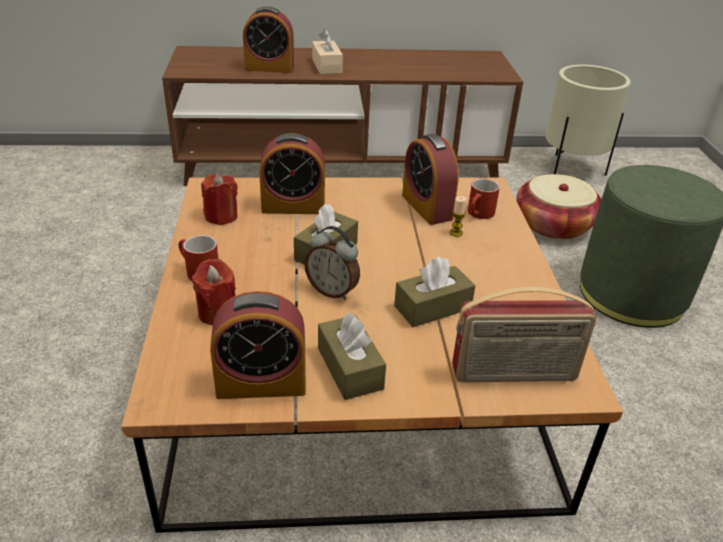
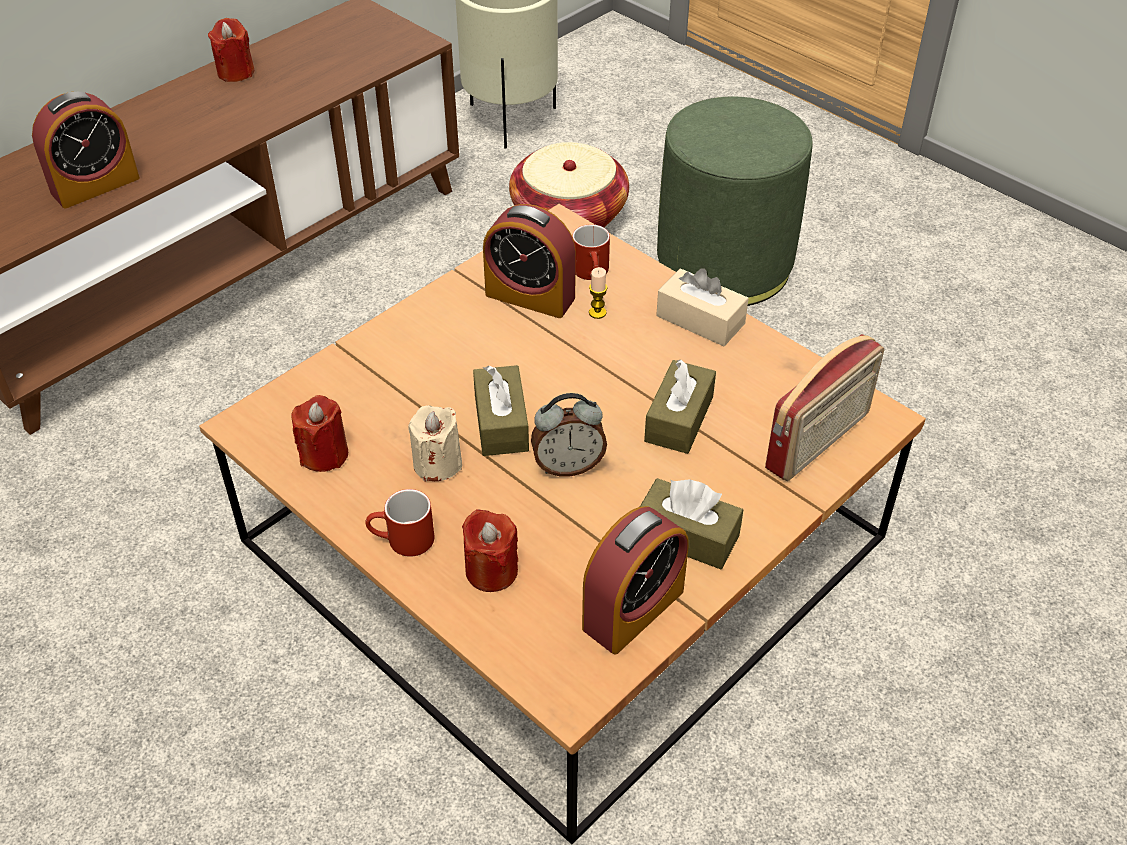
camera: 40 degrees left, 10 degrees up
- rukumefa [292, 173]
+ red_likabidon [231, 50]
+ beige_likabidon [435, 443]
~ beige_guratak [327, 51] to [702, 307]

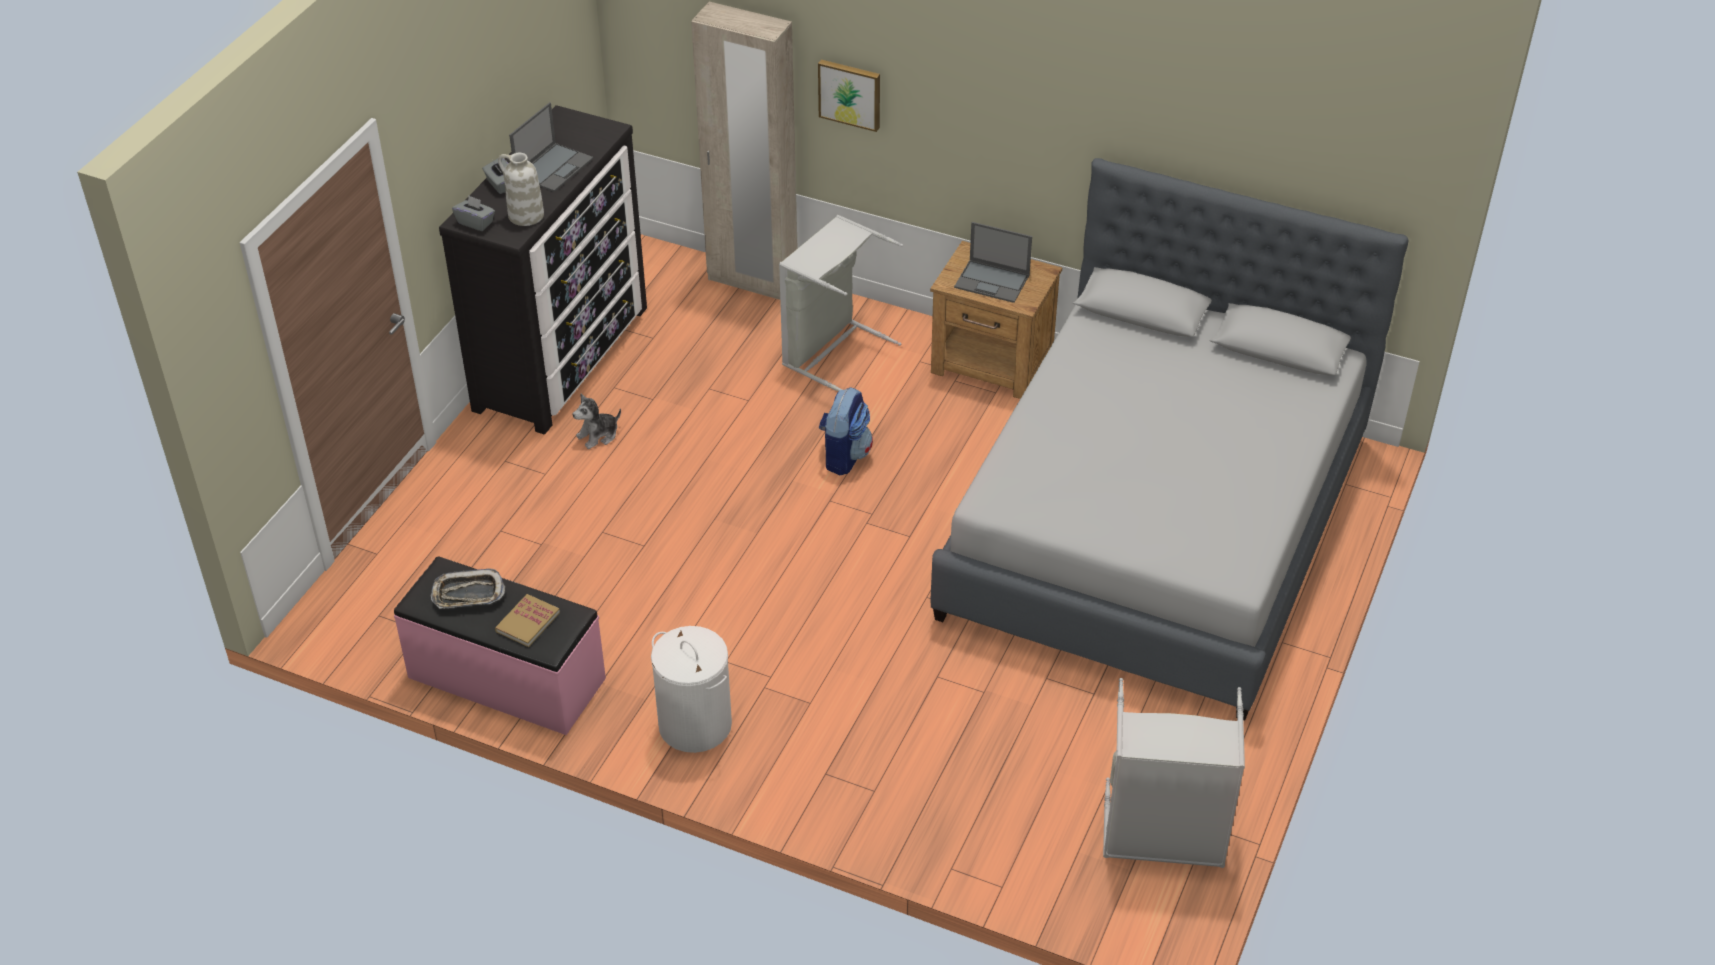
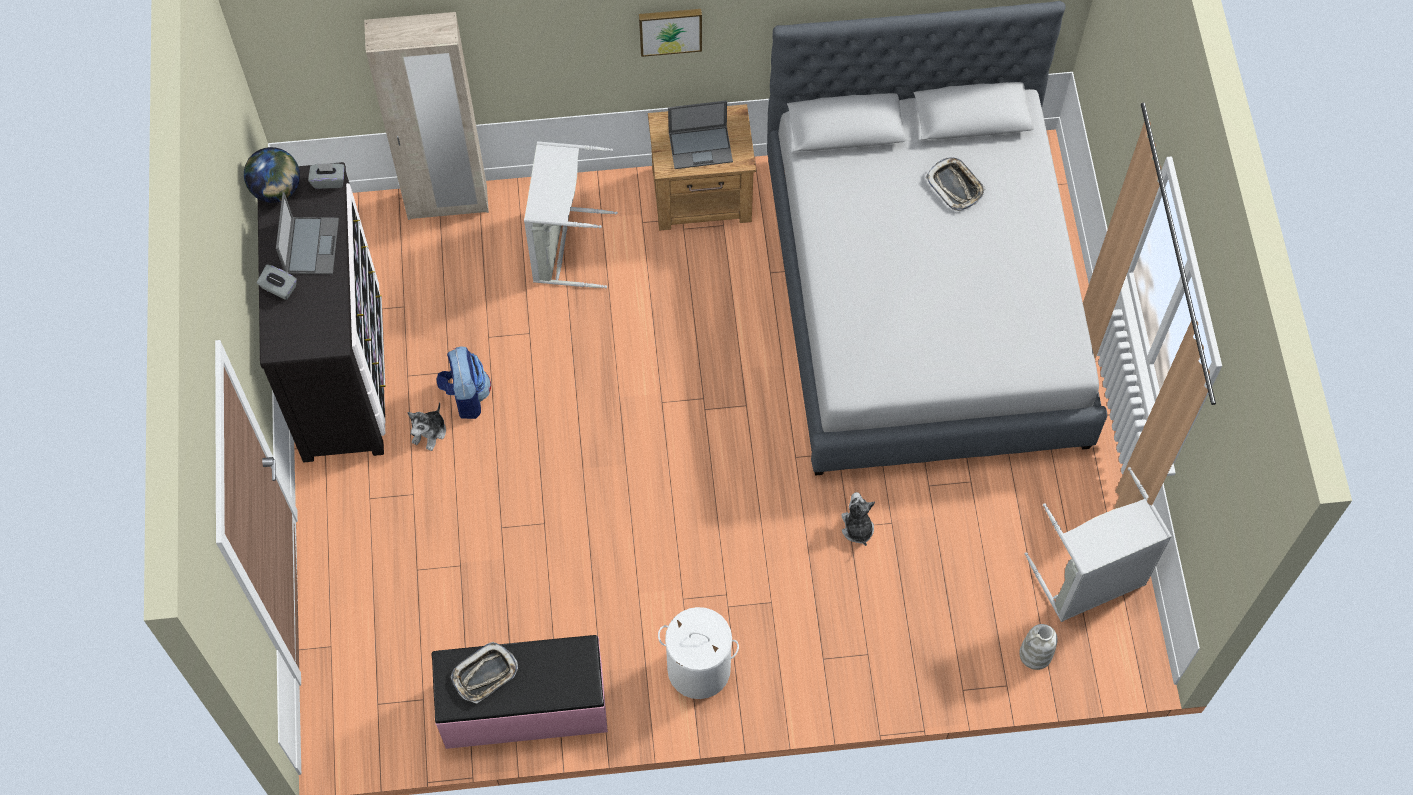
camera: 30 degrees left, 20 degrees up
- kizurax [527, 620]
+ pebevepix [272, 175]
+ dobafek [858, 519]
+ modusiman [956, 184]
~ grey_guratak [473, 213] to [326, 176]
~ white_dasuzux [521, 189] to [1038, 647]
~ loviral [849, 95] to [670, 33]
~ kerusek [846, 431] to [463, 382]

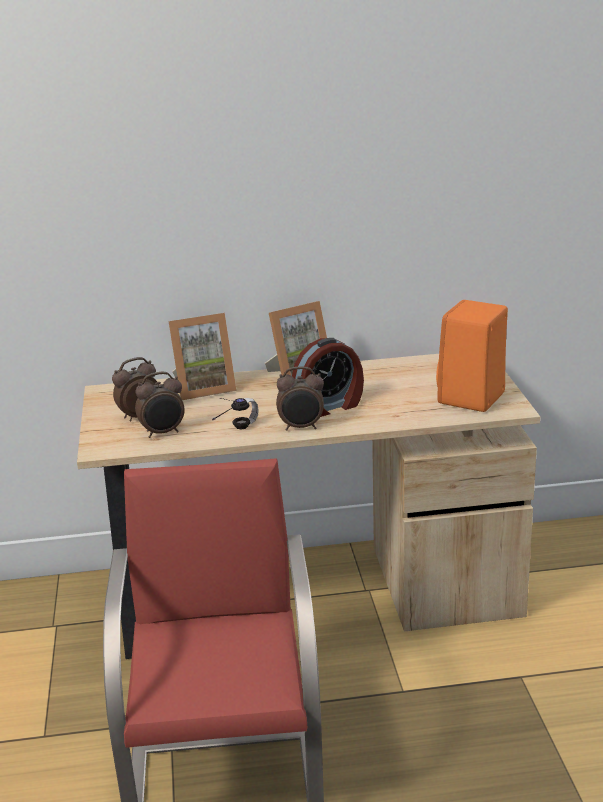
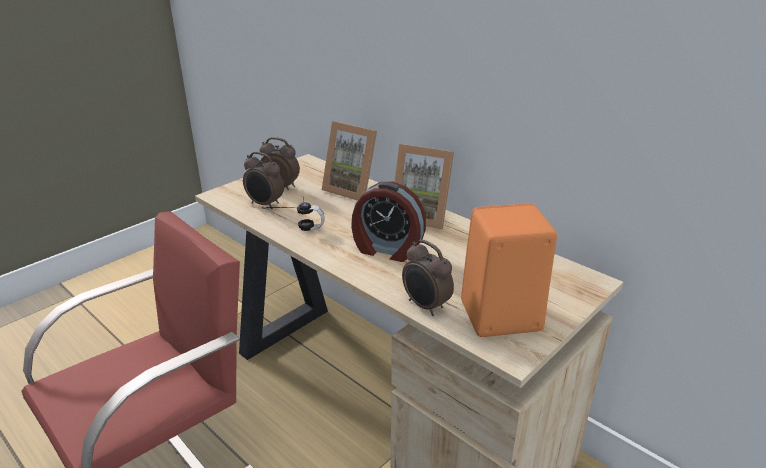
camera: 50 degrees right, 5 degrees up
~ rukumefa [300, 398] to [428, 278]

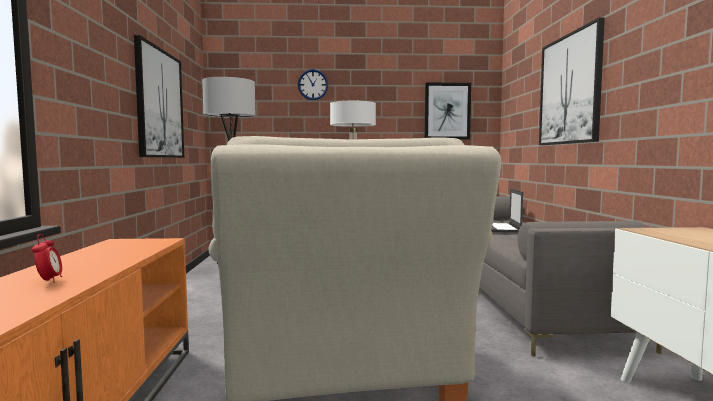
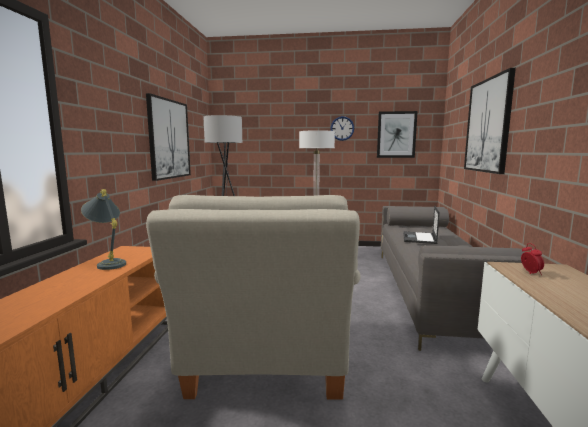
camera: 10 degrees right, 5 degrees up
+ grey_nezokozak [103, 229]
~ rukumefa [47, 258] to [532, 259]
~ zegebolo [313, 84] to [342, 128]

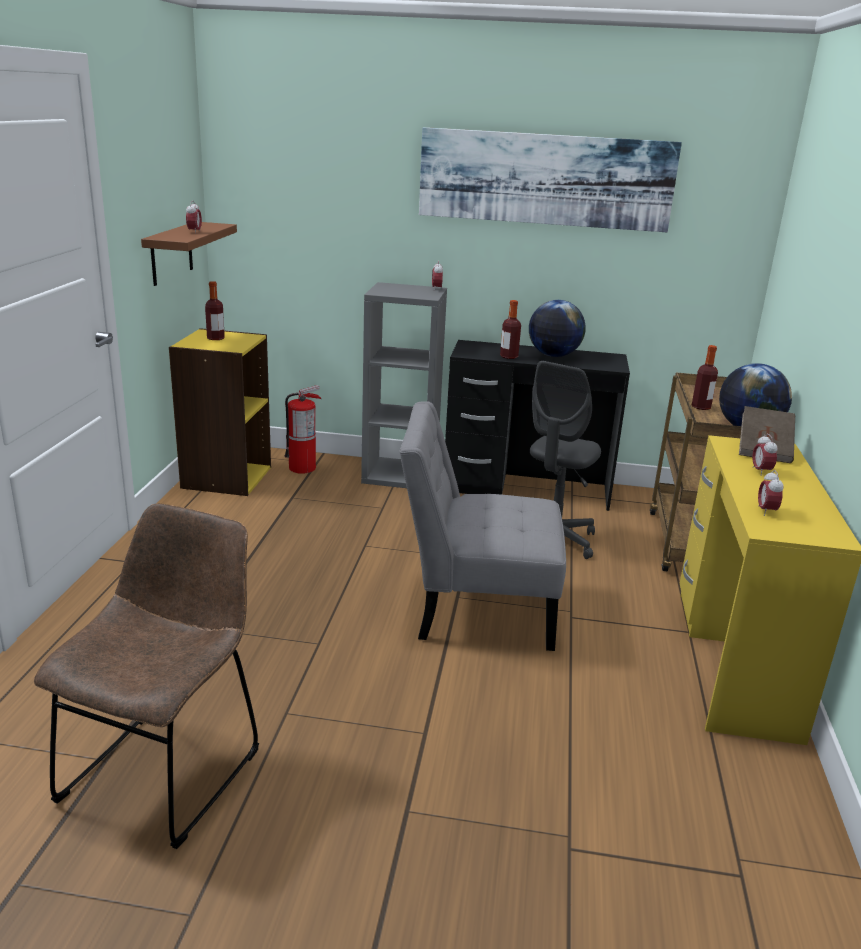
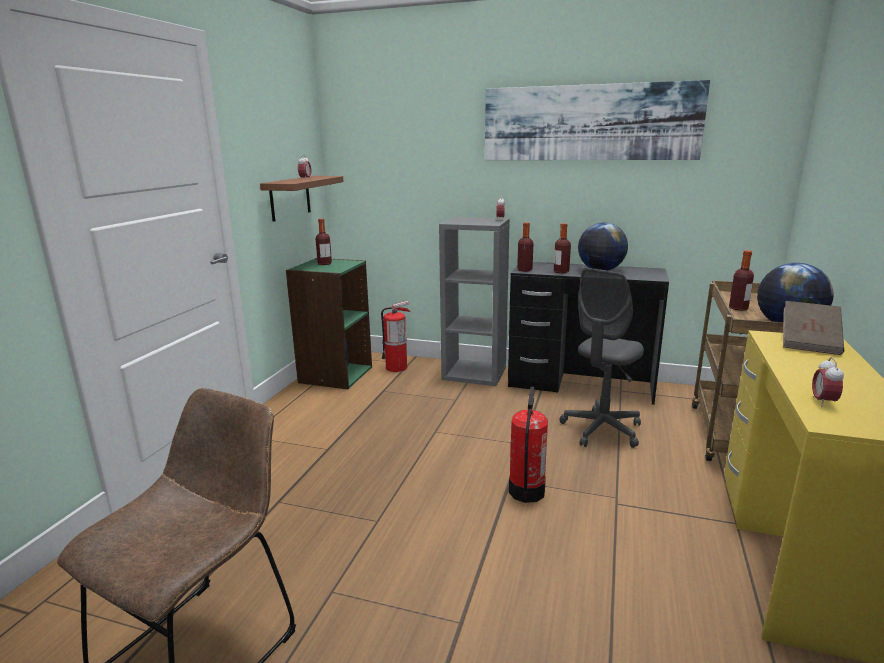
camera: 10 degrees right, 5 degrees down
- rukumefa [765, 455]
+ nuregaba [525, 247]
~ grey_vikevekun [482, 526] to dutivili [528, 444]
~ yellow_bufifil [220, 412] to green_bufifil [329, 323]

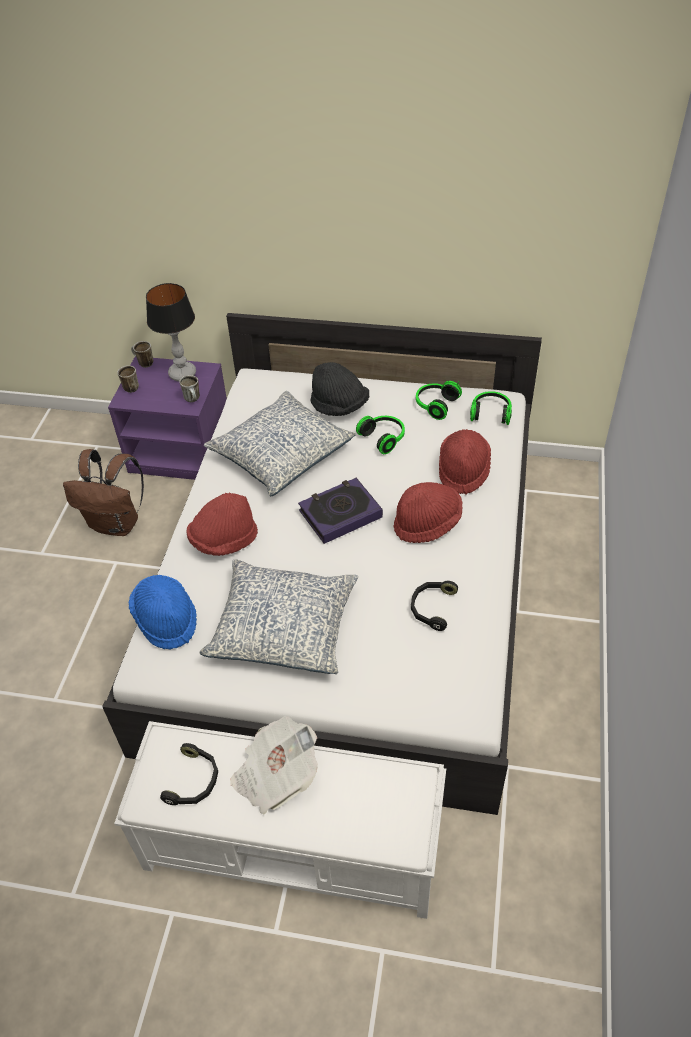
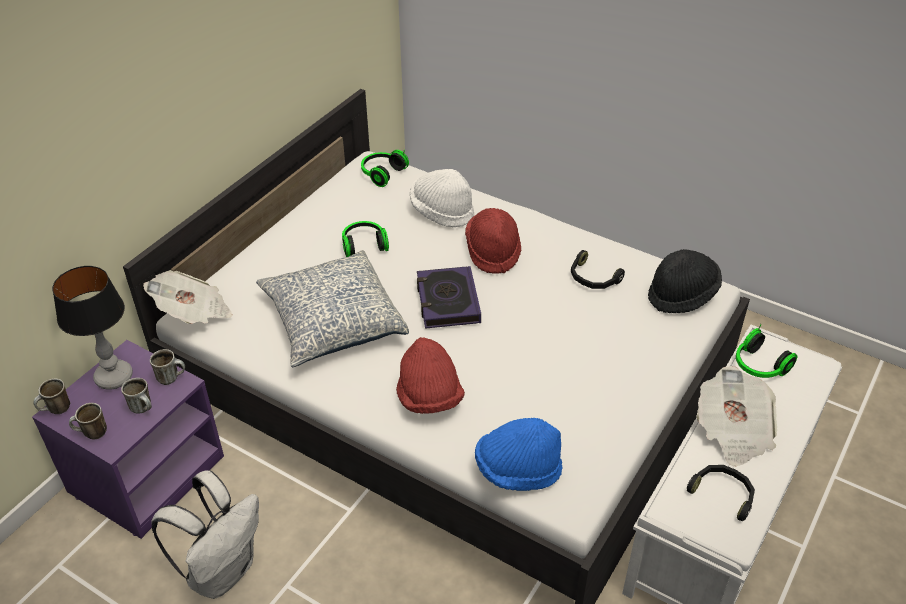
camera: 70 degrees left, 5 degrees down
- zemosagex [279, 616]
+ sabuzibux [136, 396]
+ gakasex [188, 297]
~ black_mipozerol [340, 389] to [685, 281]
~ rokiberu [439, 400] to [766, 351]
~ brown_kerusek [103, 492] to white_kerusek [205, 534]
~ red_mipozerol [465, 462] to white_mipozerol [442, 198]

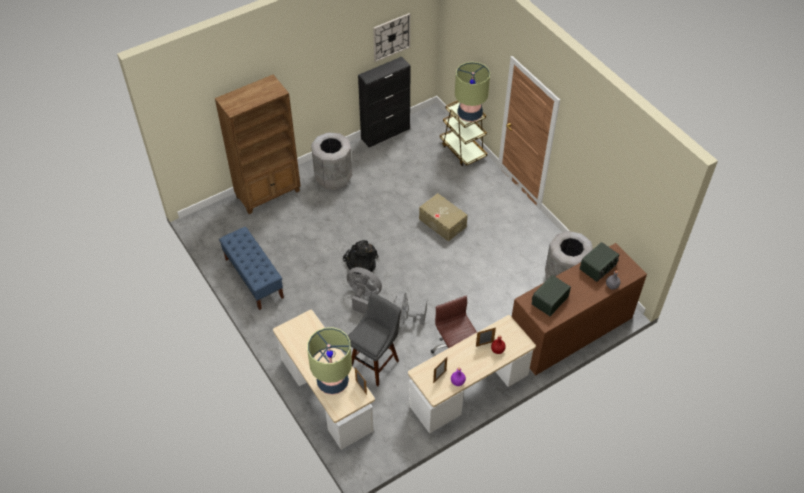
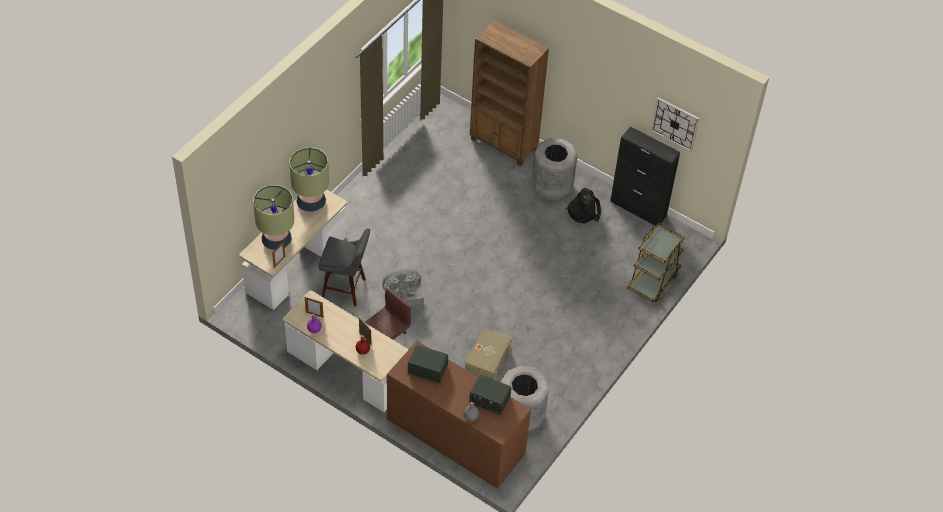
camera: 65 degrees right, 0 degrees up
- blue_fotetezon [251, 268]
- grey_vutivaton [364, 290]
~ black_kerusek [361, 257] to [583, 206]
~ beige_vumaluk [443, 217] to [488, 354]
~ nezokozak [472, 92] to [309, 180]

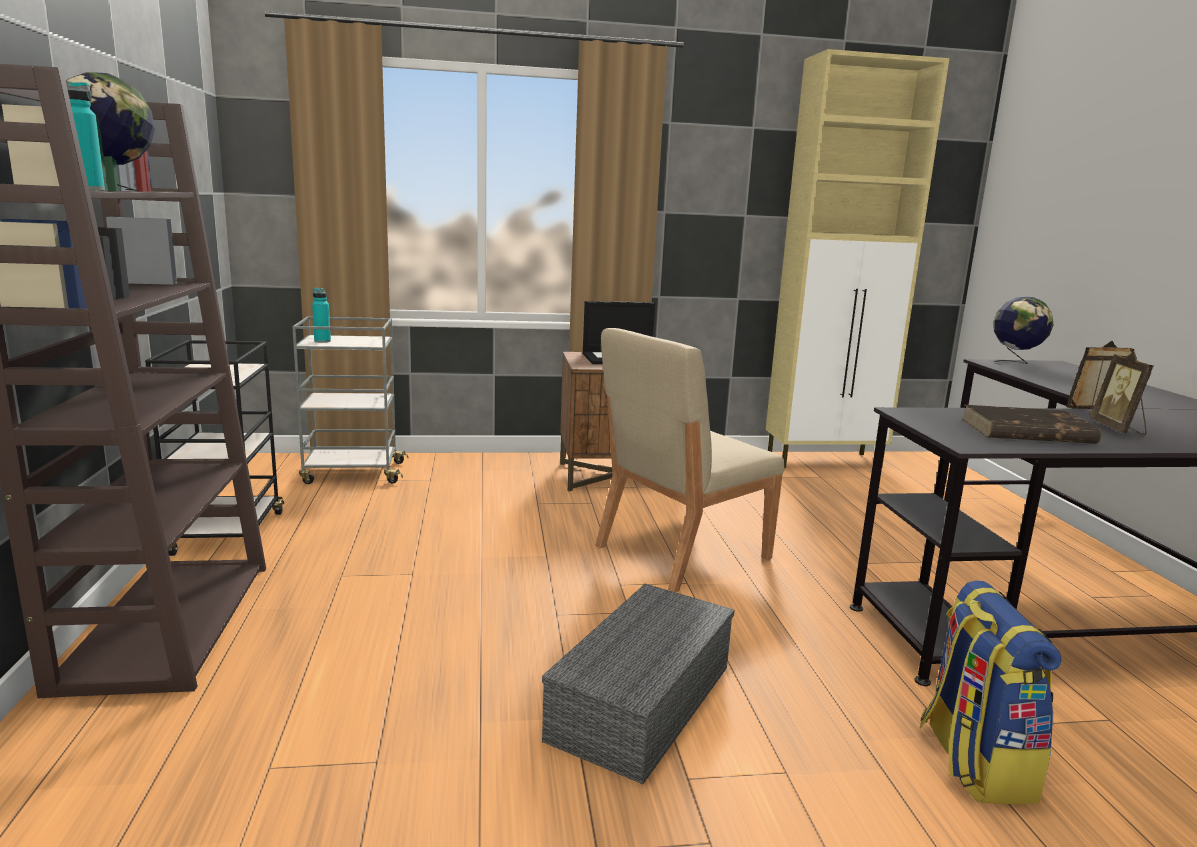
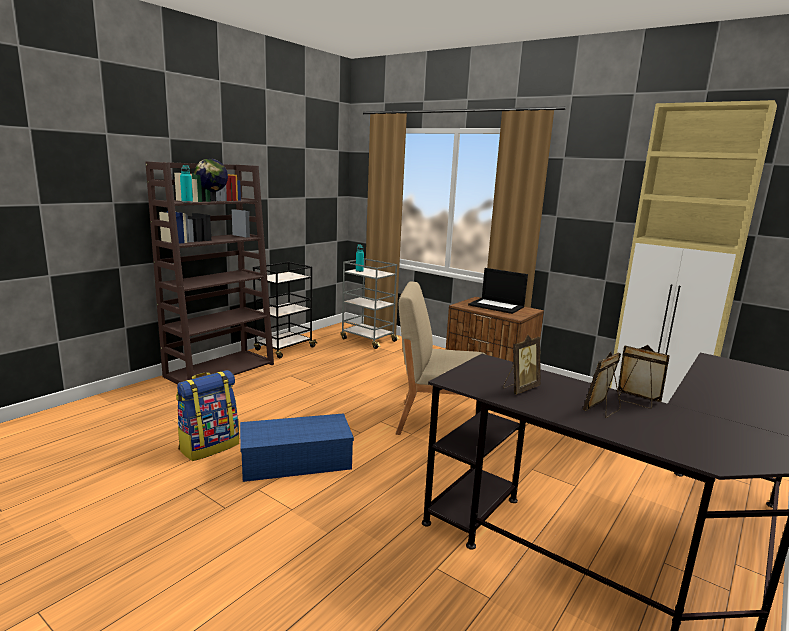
camera: 45 degrees right, 0 degrees up
- pebevepix [1023, 331]
~ kerusek [990, 692] to [207, 415]
~ brown_kizurax [1031, 424] to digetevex [522, 364]
~ grey_vumaluk [638, 684] to blue_vumaluk [297, 447]

